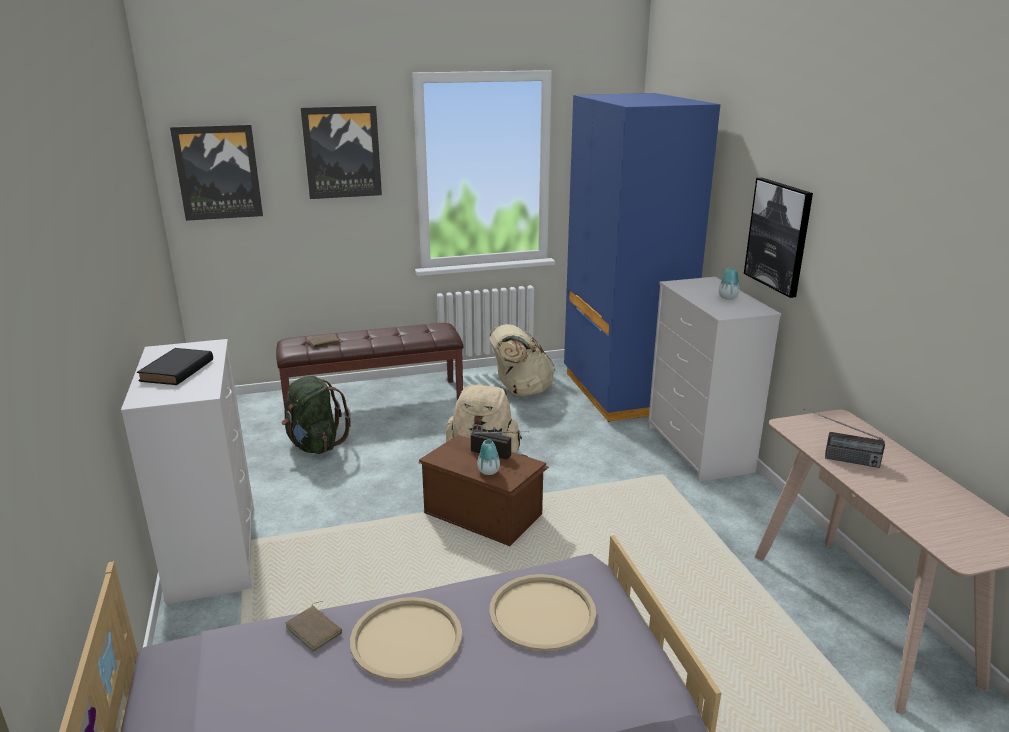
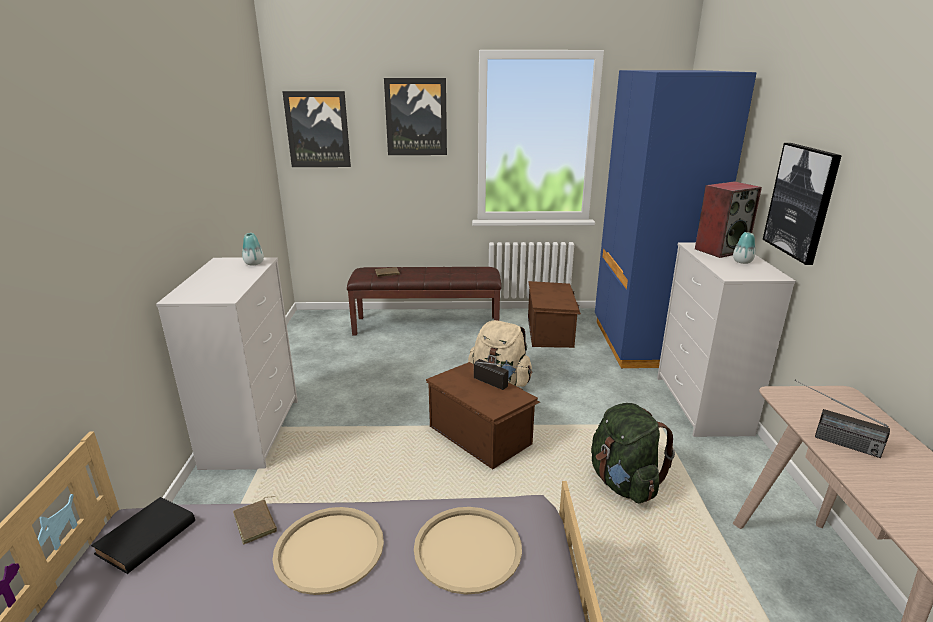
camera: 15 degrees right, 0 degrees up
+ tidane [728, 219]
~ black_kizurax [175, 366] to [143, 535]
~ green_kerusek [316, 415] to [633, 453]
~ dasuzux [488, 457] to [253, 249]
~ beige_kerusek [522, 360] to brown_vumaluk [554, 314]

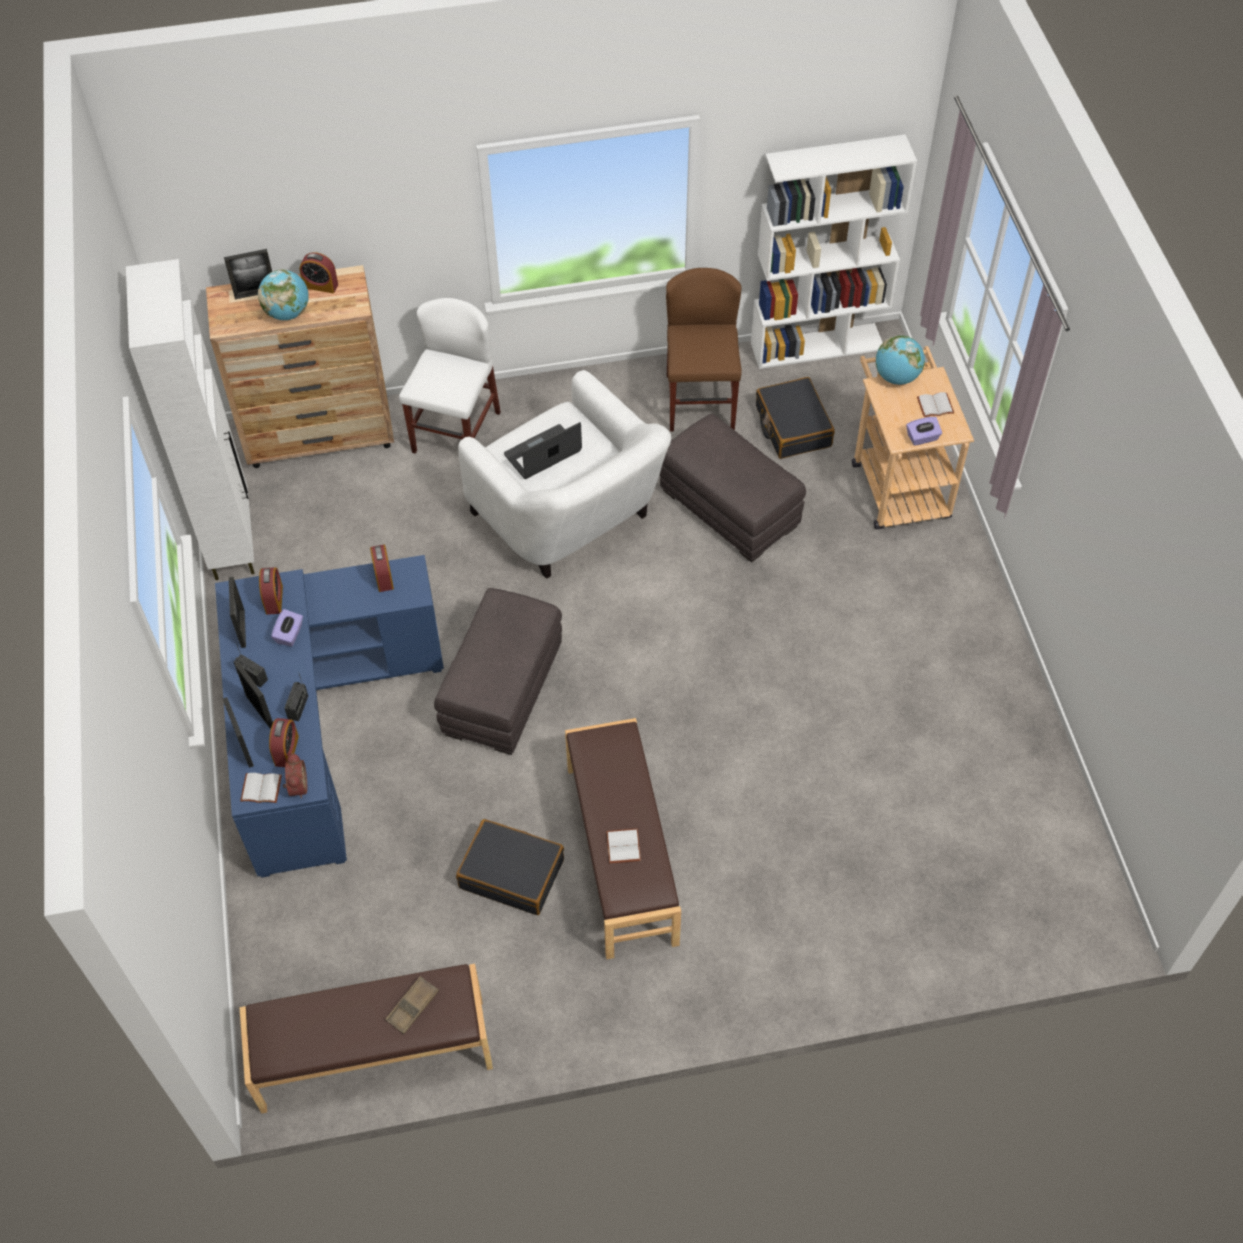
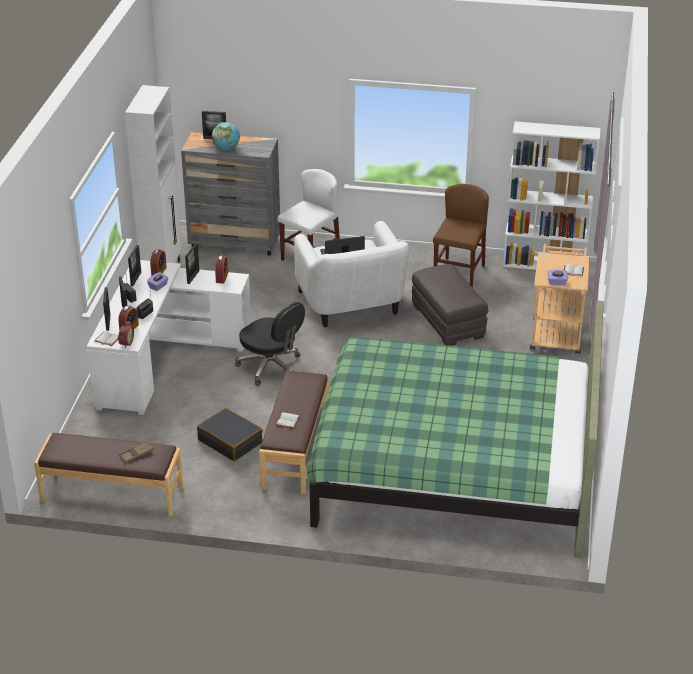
camera: 20 degrees right, 20 degrees down
- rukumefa [319, 272]
- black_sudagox [795, 418]
- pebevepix [900, 360]
+ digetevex [192, 263]
+ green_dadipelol [455, 429]
~ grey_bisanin [498, 671] to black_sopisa [270, 344]
~ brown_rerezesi [300, 366] to grey_rerezesi [230, 194]
~ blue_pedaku [329, 716] to white_pedaku [169, 337]

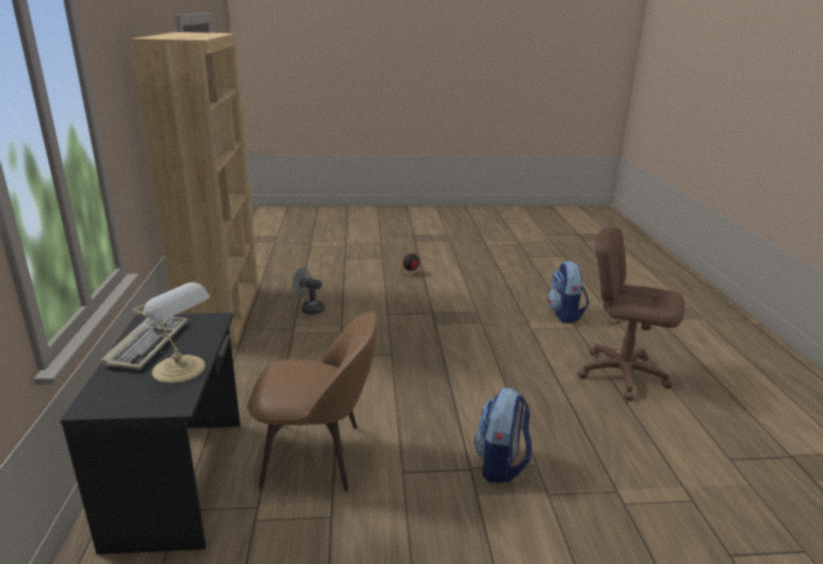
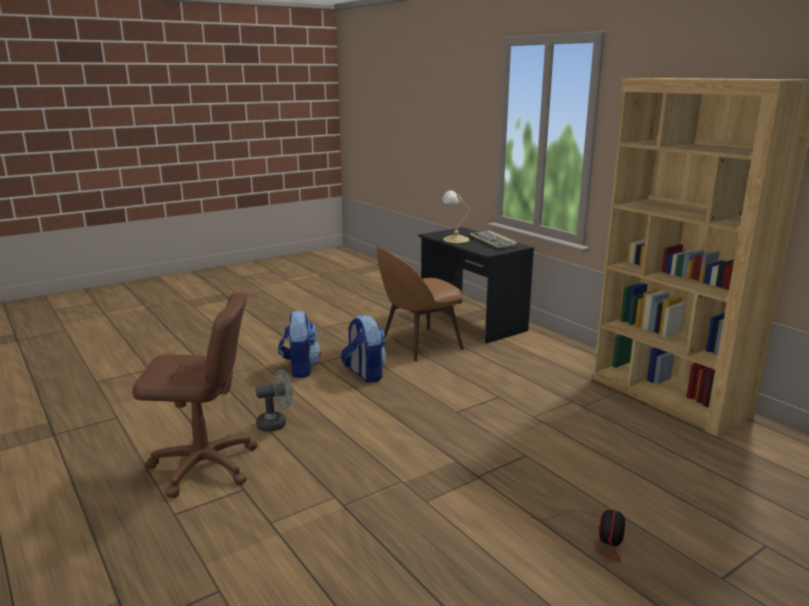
camera: 150 degrees right, 5 degrees down
~ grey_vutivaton [308, 291] to [274, 401]
~ kerusek [568, 292] to [363, 349]

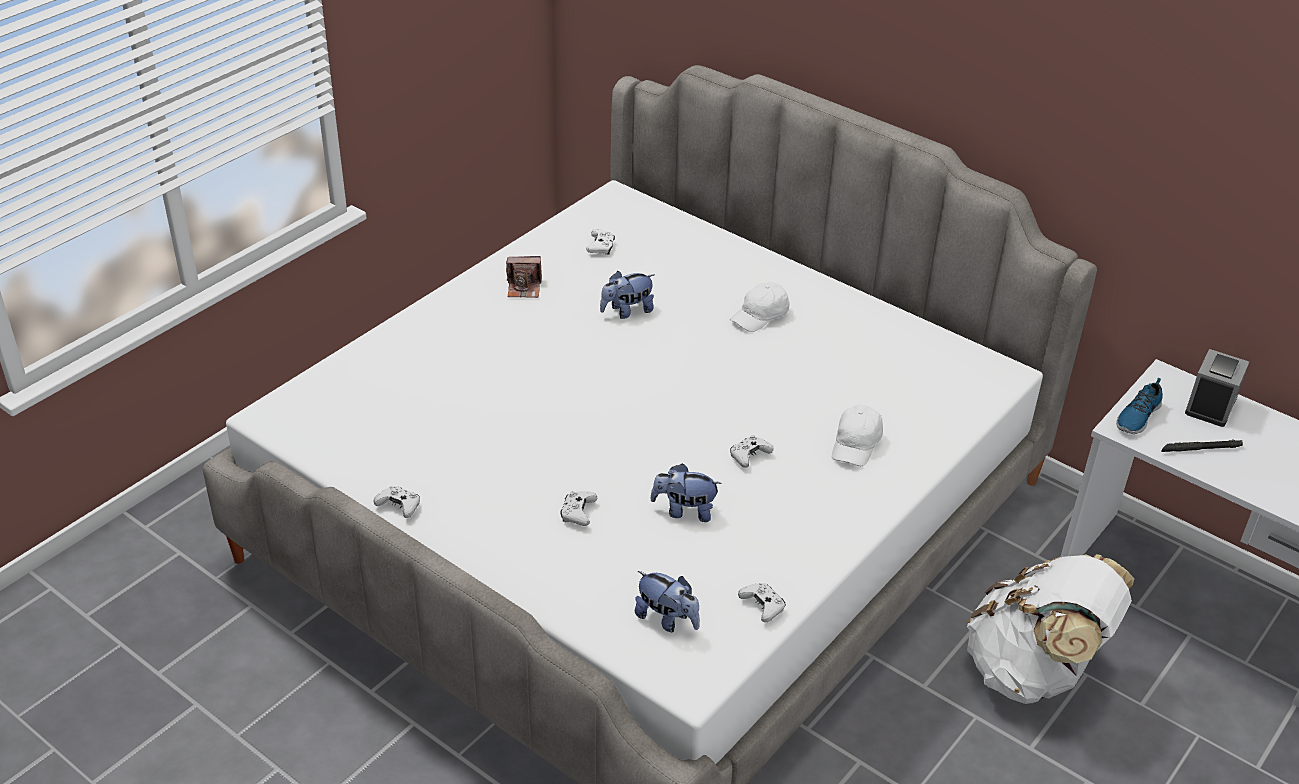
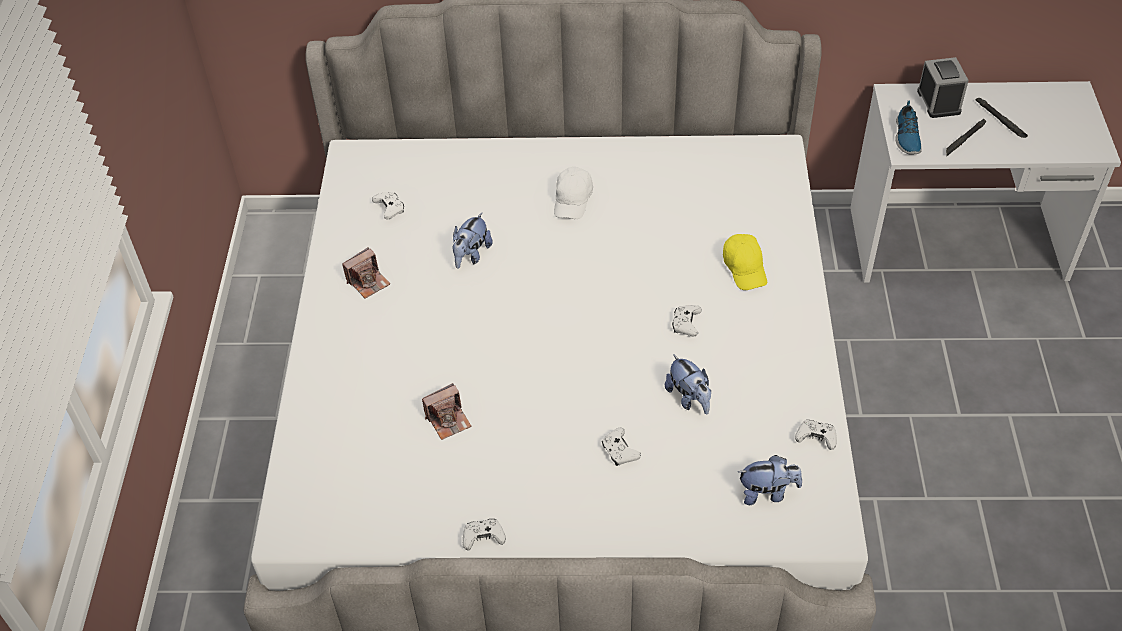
camera: 35 degrees left, 10 degrees up
- white_kerusek [1050, 629]
+ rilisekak [446, 411]
+ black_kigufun [1002, 118]
~ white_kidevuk [857, 435] to yellow_kidevuk [745, 262]
~ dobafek [686, 492] = [688, 384] 90 degrees counterclockwise

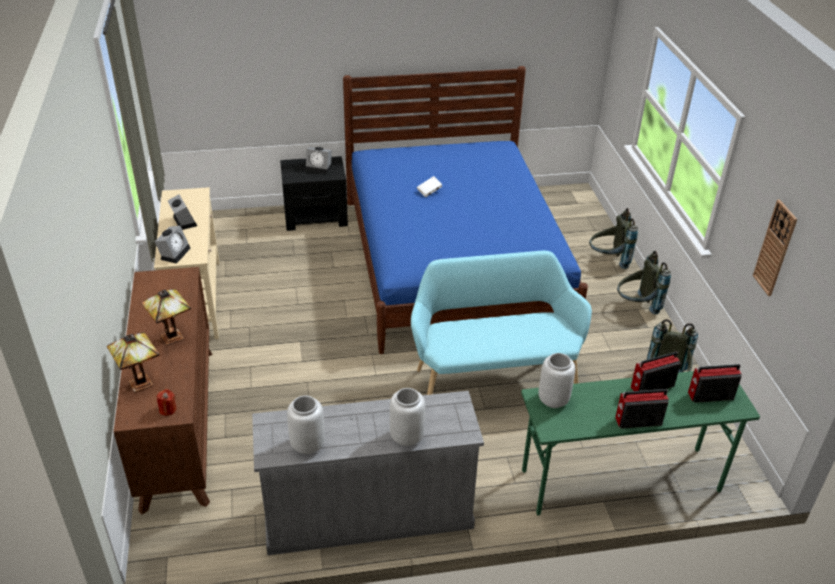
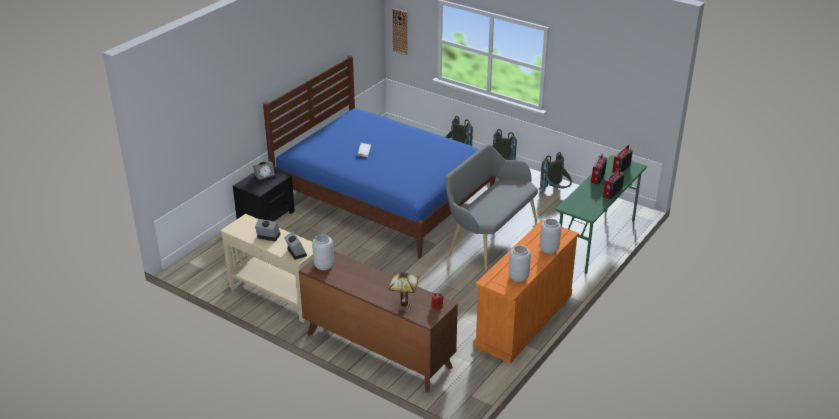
camera: 45 degrees left, 5 degrees down
- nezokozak [166, 317]
~ grey_dasuzux [556, 380] to [323, 252]
~ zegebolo [775, 248] to [399, 31]
~ grey_rerezesi [368, 473] to orange_rerezesi [526, 291]
~ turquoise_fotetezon [501, 323] to grey_fotetezon [491, 207]

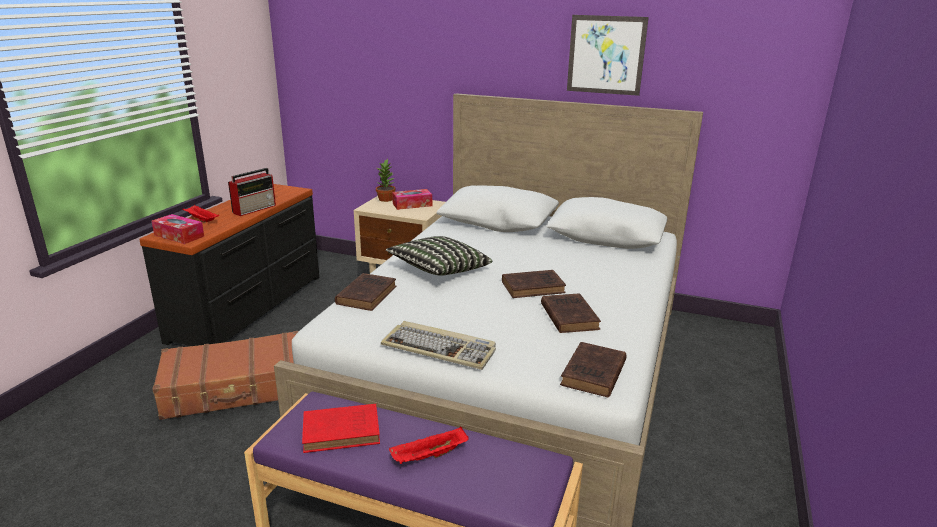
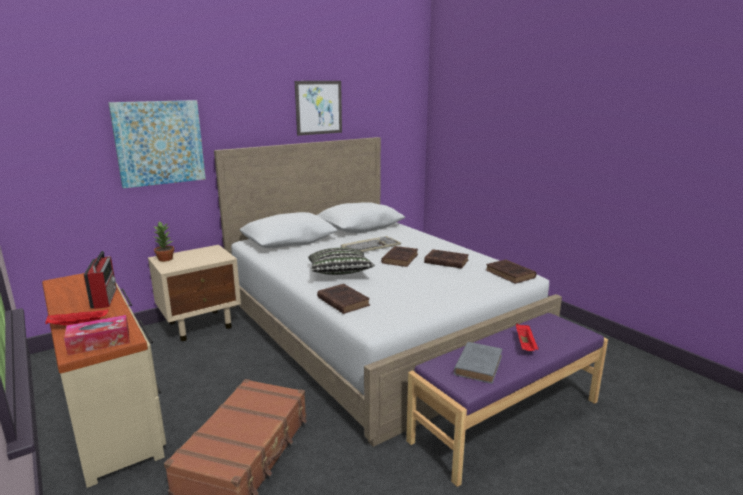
camera: 55 degrees left, 5 degrees down
- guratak [412, 199]
+ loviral [157, 144]
~ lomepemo [438, 345] to [371, 244]
~ black_rerezesi [229, 265] to beige_rerezesi [104, 380]
~ red_kizurax [341, 428] to grey_kizurax [478, 363]

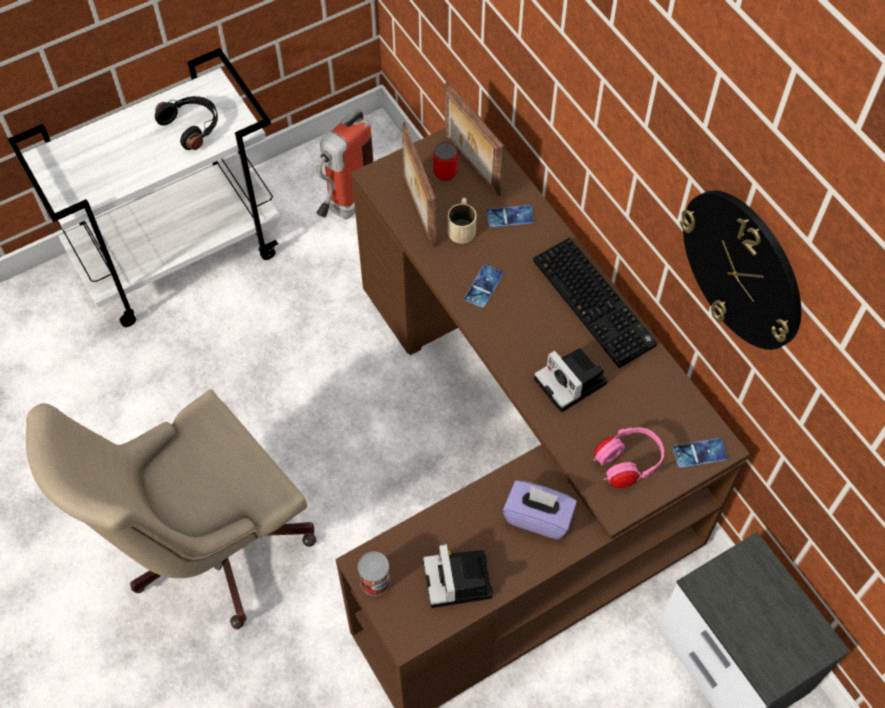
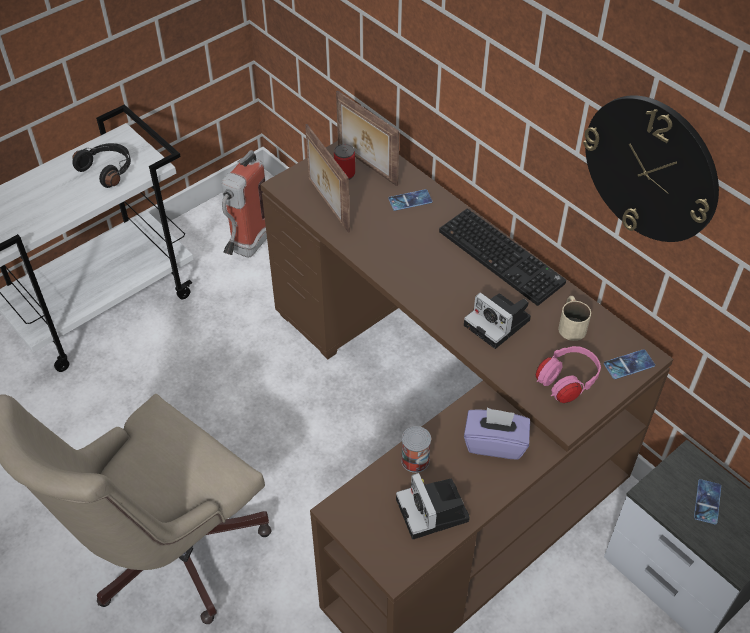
camera: 10 degrees left, 10 degrees down
~ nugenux [374, 574] to [416, 449]
~ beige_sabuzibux [462, 221] to [574, 318]
~ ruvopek [484, 286] to [707, 501]

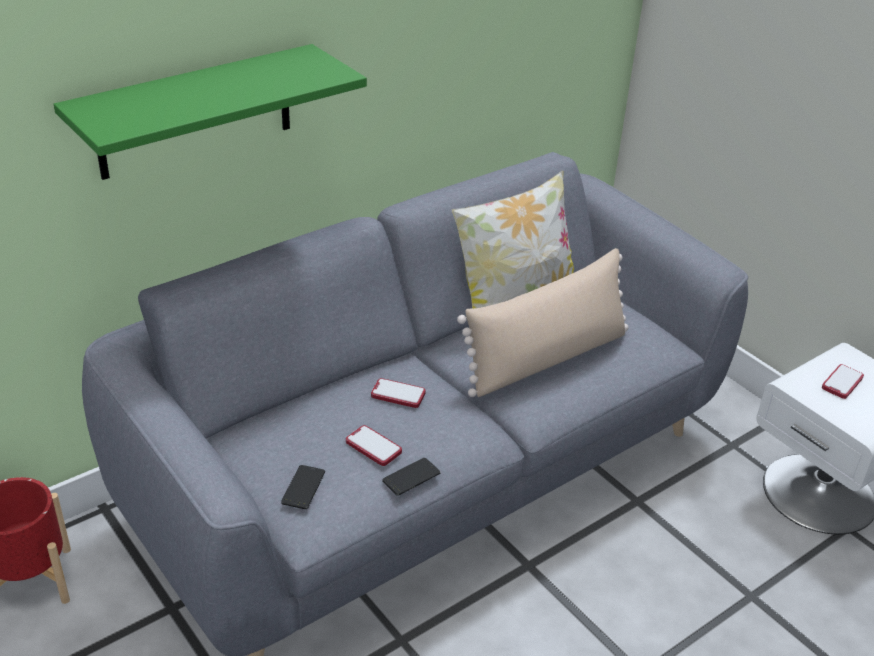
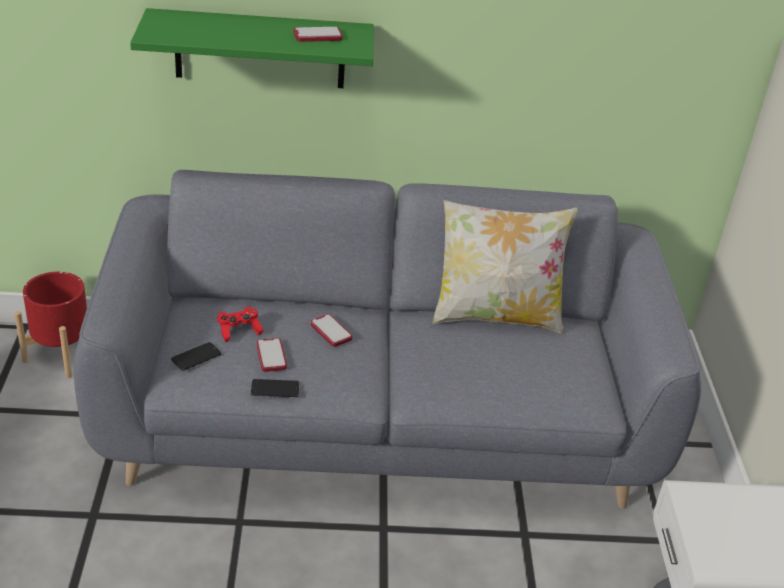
camera: 35 degrees right, 0 degrees up
- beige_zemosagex [543, 322]
+ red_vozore [240, 324]
~ ruvopek [843, 381] to [318, 34]

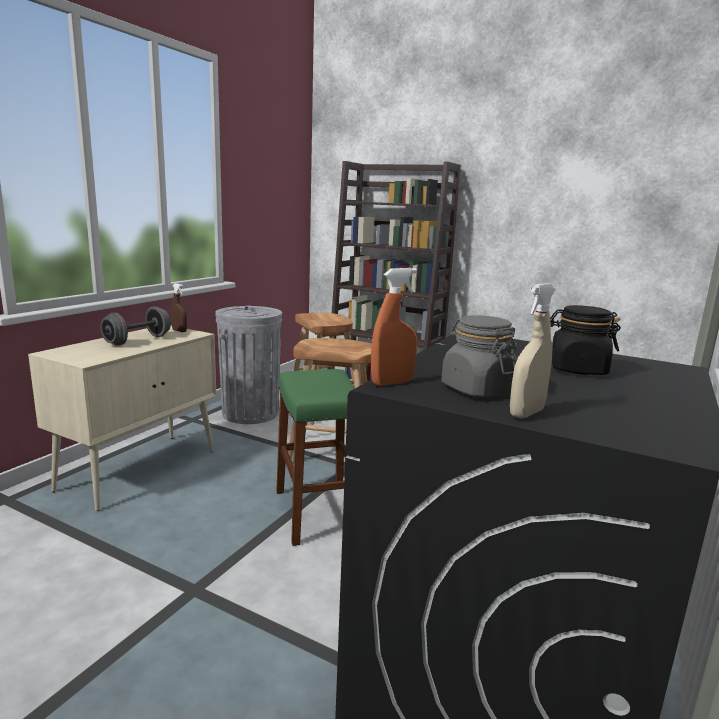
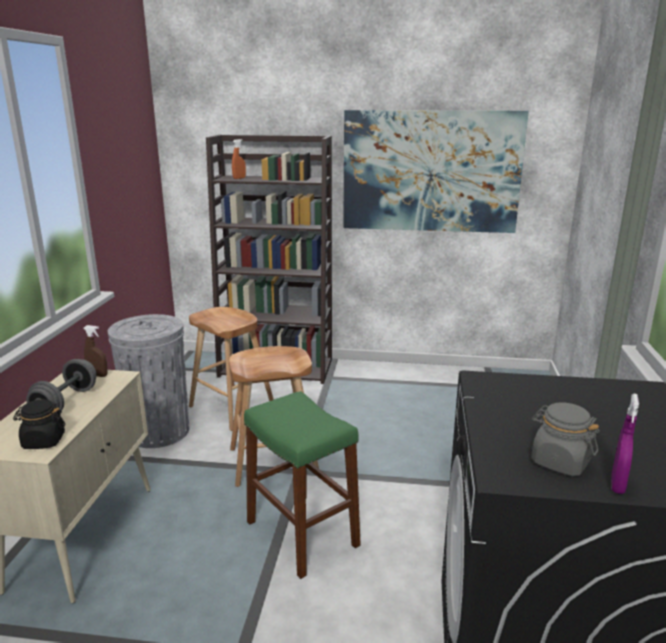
camera: 20 degrees left, 5 degrees up
+ loviral [436, 171]
~ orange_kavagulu [394, 327] to [239, 159]
~ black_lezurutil [585, 340] to [39, 424]
~ beige_kavagulu [532, 351] to purple_kavagulu [625, 444]

